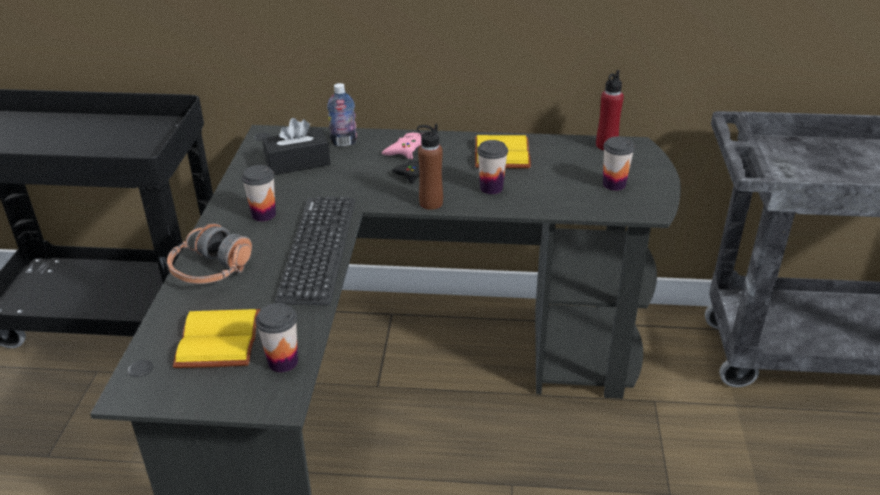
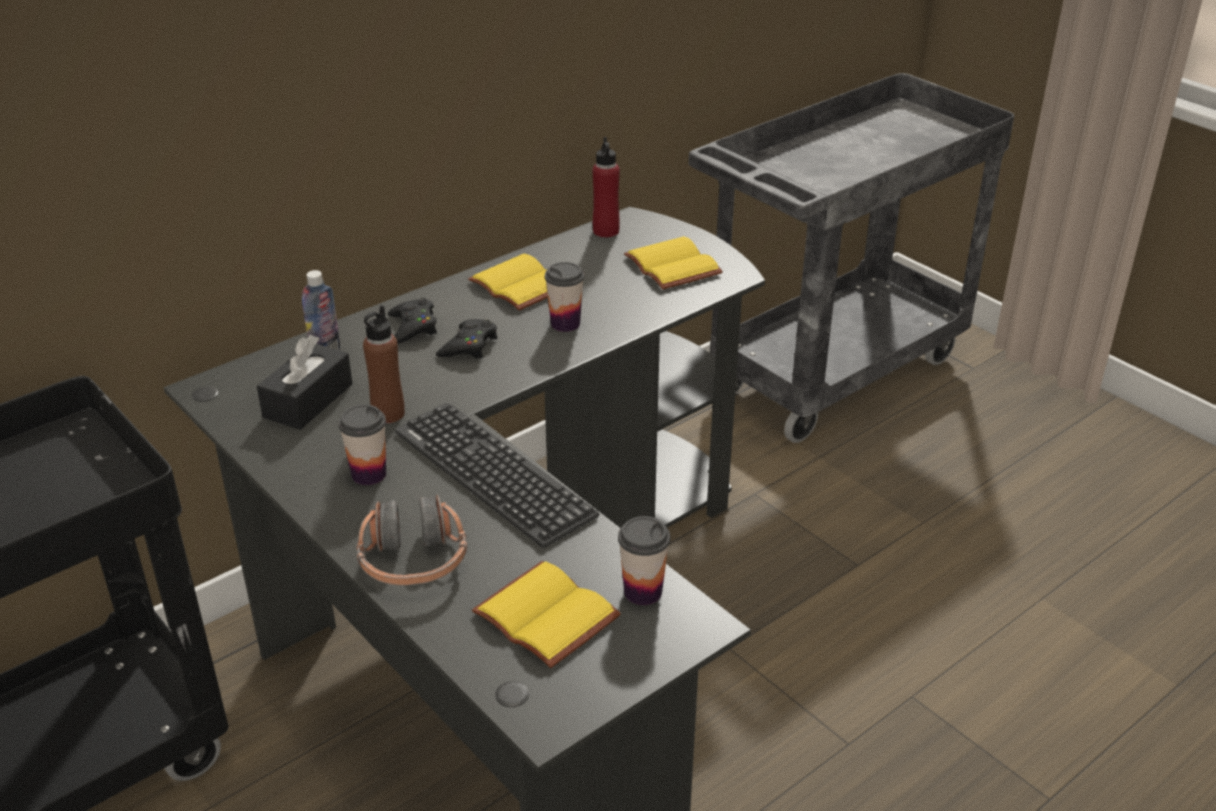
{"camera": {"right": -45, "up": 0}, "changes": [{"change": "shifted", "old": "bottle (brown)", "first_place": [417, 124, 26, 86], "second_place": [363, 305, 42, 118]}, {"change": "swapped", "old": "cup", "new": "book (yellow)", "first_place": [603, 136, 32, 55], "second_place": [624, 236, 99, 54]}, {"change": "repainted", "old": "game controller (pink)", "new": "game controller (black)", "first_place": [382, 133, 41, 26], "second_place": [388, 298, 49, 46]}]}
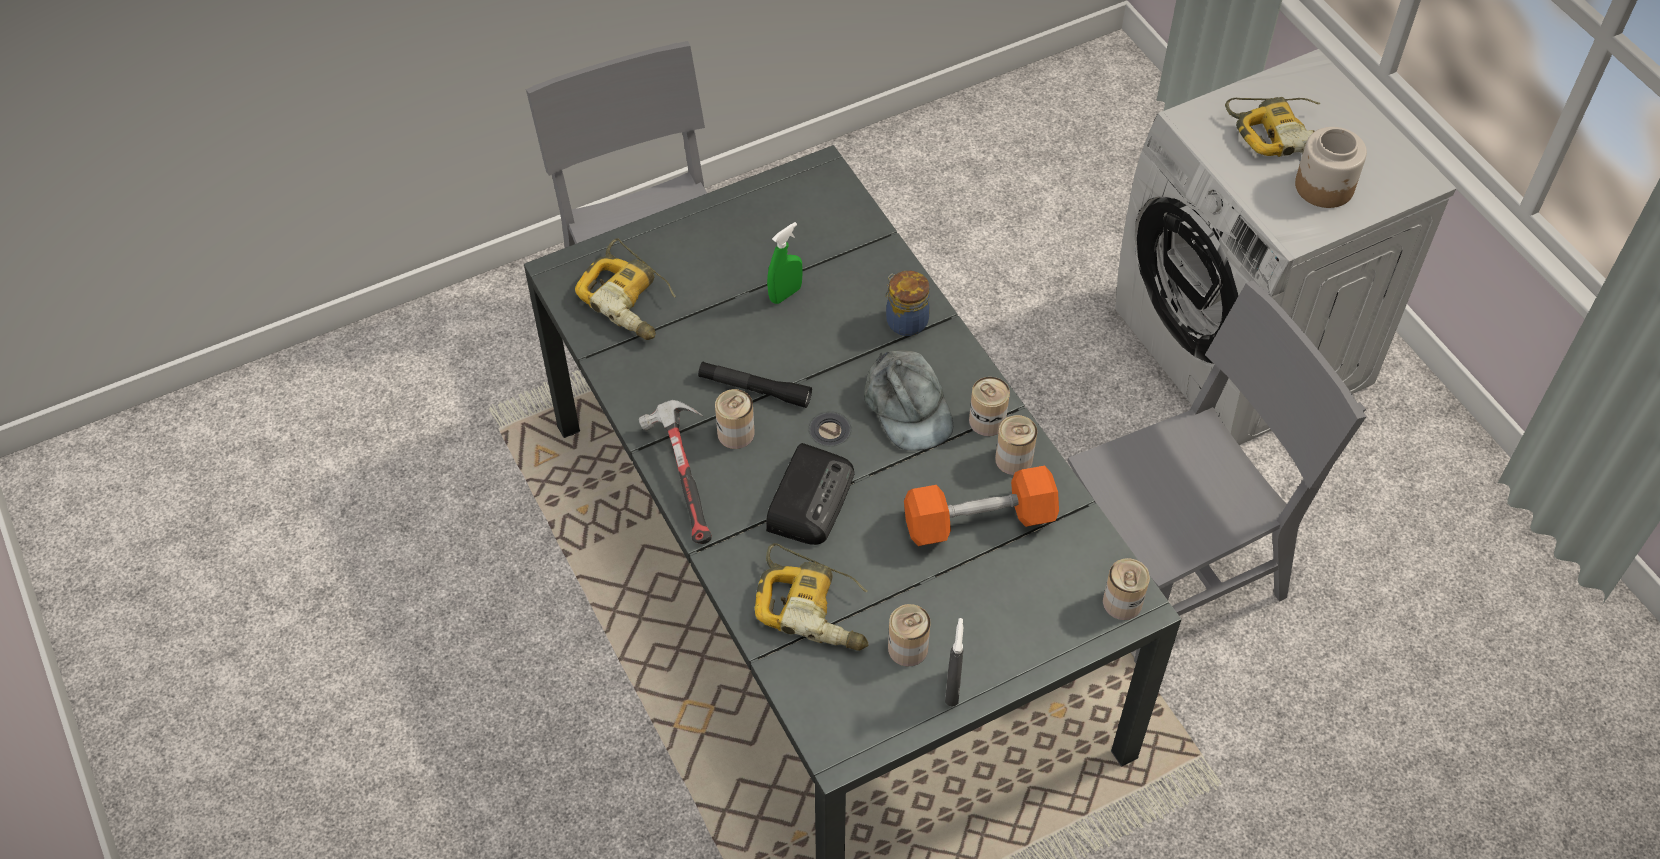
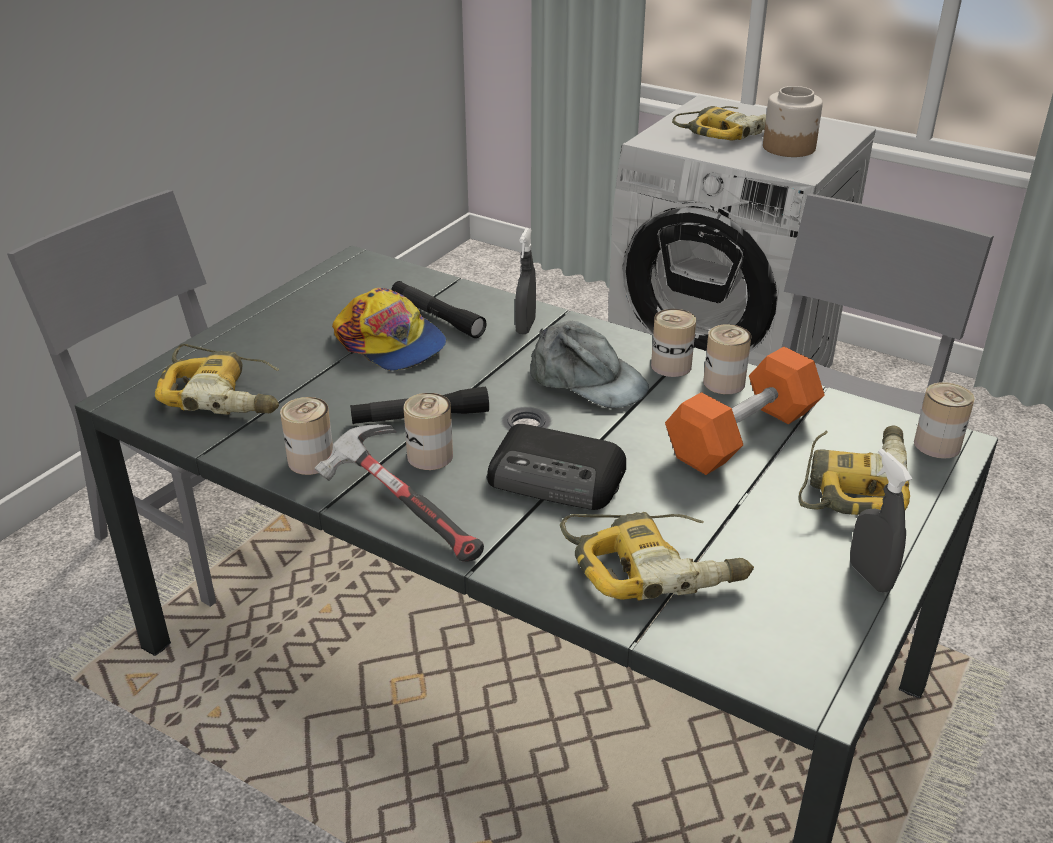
{"camera": {"right": -30, "up": -20}, "changes": [{"change": "new", "new": "flashlight (black)", "second_place": [391, 281, 96, 57]}, {"change": "new", "new": "power drill", "second_place": [798, 425, 112, 90]}, {"change": "shifted", "old": "can", "first_place": [888, 604, 43, 62], "second_place": [280, 397, 53, 78]}, {"change": "swapped", "old": "spray bottle (green)", "new": "cap", "first_place": [767, 222, 36, 82], "second_place": [332, 288, 115, 83]}, {"change": "swapped", "old": "jar", "new": "spray bottle (grey)", "first_place": [886, 271, 44, 65], "second_place": [515, 228, 21, 106]}, {"change": "rotated", "old": "radio", "first_place": [766, 443, 88, 102], "second_place": [487, 424, 139, 86], "degrees": 120}]}
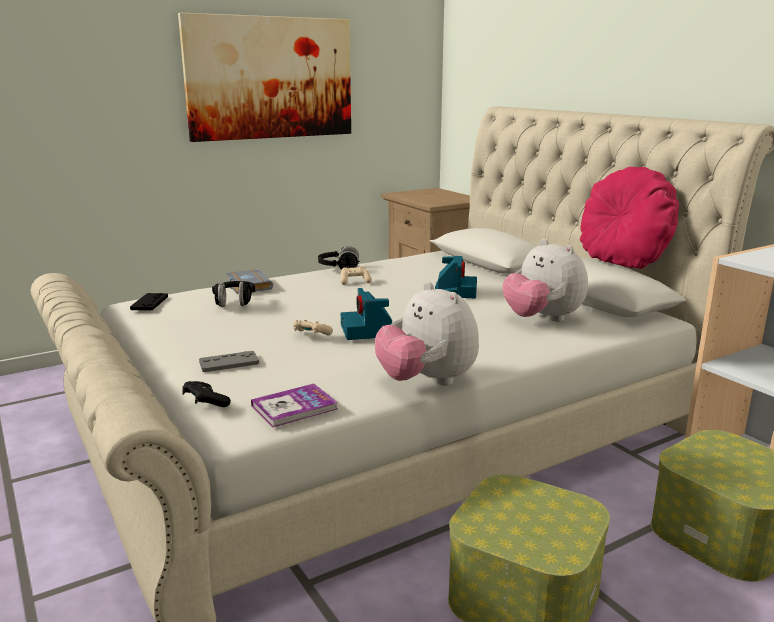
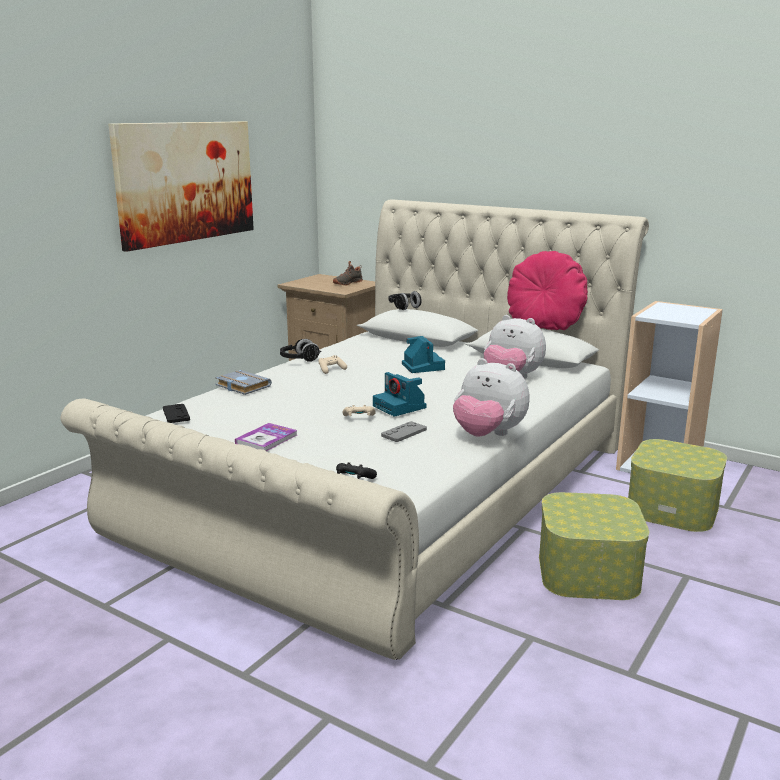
{"camera": {"right": -25, "up": 0}, "changes": [{"change": "new", "new": "shoe (black)", "second_place": [333, 261, 30, 24]}, {"change": "shifted", "old": "game controller (grey)", "first_place": [199, 351, 60, 21], "second_place": [381, 421, 46, 21]}, {"change": "shifted", "old": "headphones (black)", "first_place": [212, 281, 44, 26], "second_place": [389, 291, 33, 19]}, {"change": "shifted", "old": "book", "first_place": [251, 384, 87, 44], "second_place": [235, 423, 62, 28]}]}
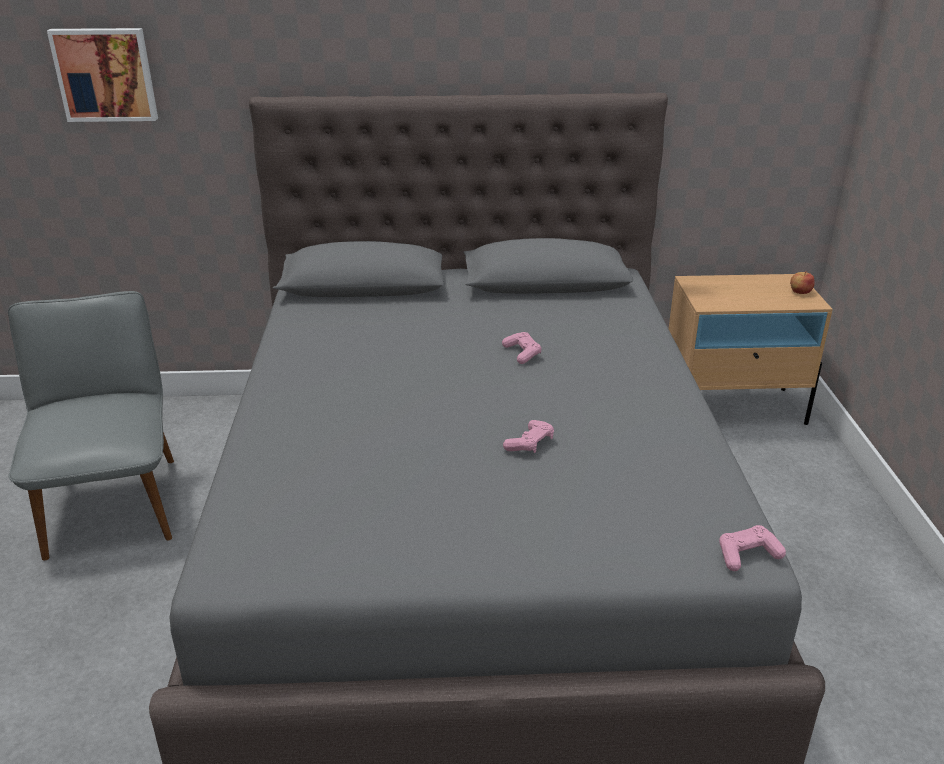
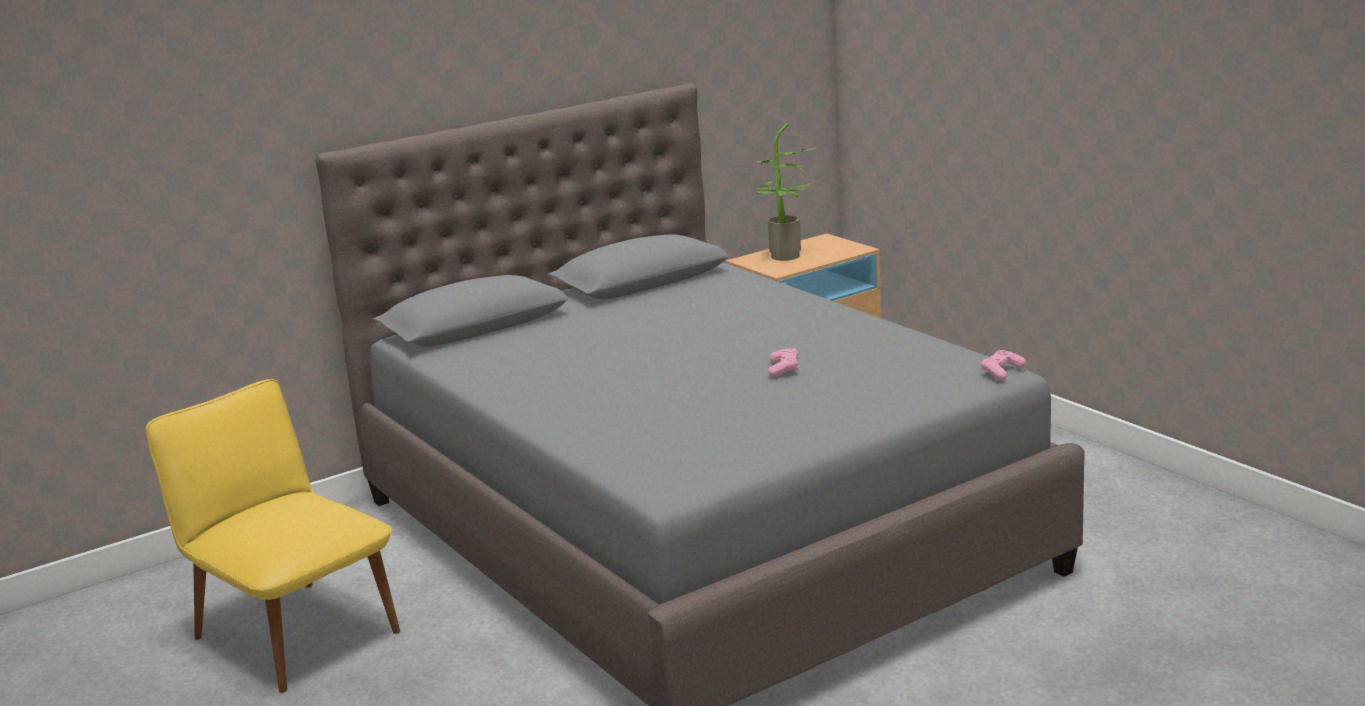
{"camera": {"right": -30, "up": -10}, "changes": [{"change": "gone", "old": "picture", "first_place": [47, 28, 111, 94]}, {"change": "gone", "old": "game controller (pink)", "first_place": [502, 332, 40, 32]}, {"change": "gone", "old": "apple", "first_place": [790, 271, 25, 23]}, {"change": "new", "new": "potted plant", "second_place": [754, 123, 62, 138]}, {"change": "repainted", "old": "chair (grey)", "new": "chair (yellow)", "first_place": [8, 291, 166, 270], "second_place": [146, 379, 254, 314]}]}
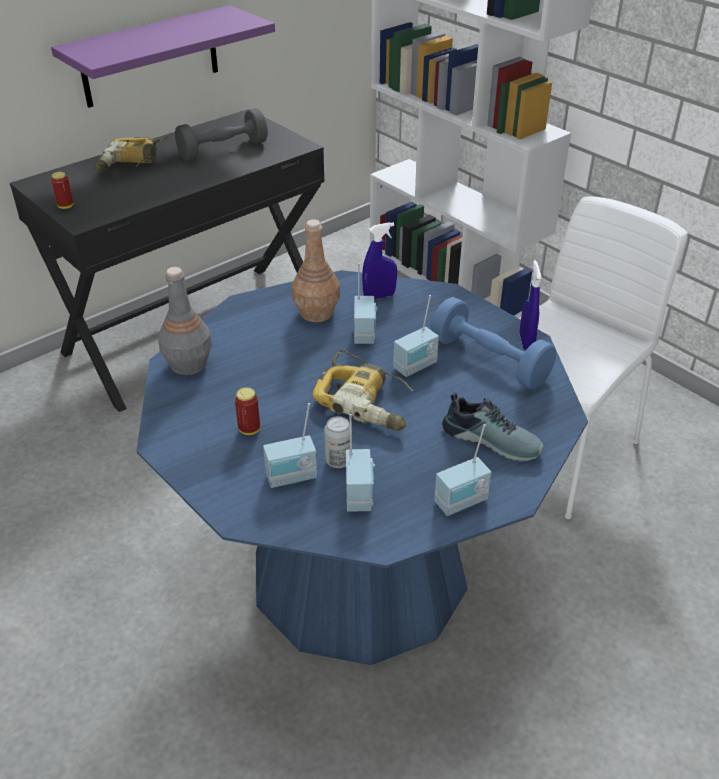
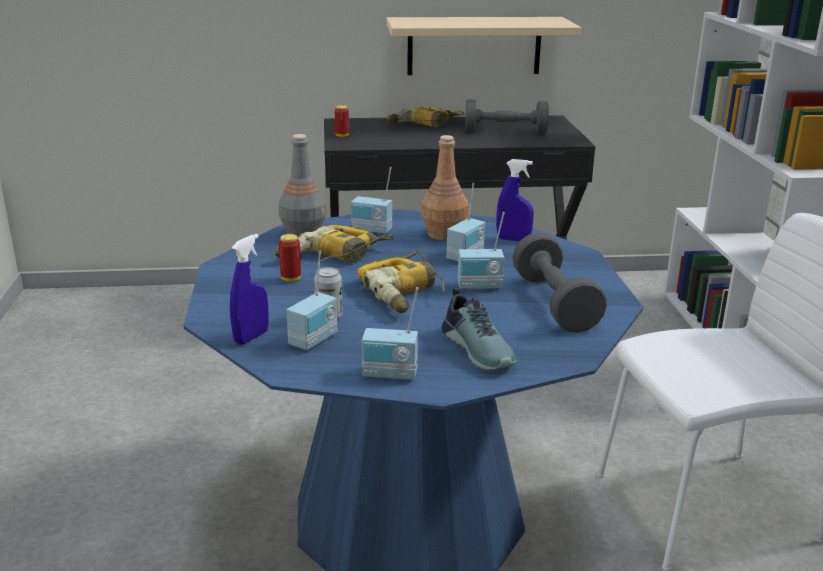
{"camera": {"right": 35, "up": -15}, "changes": [{"change": "new", "new": "power drill", "second_place": [275, 225, 119, 38]}, {"change": "shifted", "old": "radio", "first_place": [263, 403, 54, 85], "second_place": [351, 167, 41, 67]}, {"change": "shifted", "old": "spray bottle (blue)", "first_place": [520, 260, 22, 90], "second_place": [230, 234, 39, 111]}, {"change": "repainted", "old": "shelf (purple)", "new": "shelf (beige)", "first_place": [51, 5, 224, 103], "second_place": [387, 17, 194, 58]}, {"change": "repainted", "old": "dumbbell (blue)", "new": "dumbbell (grey)", "first_place": [430, 297, 126, 92], "second_place": [513, 232, 94, 101]}]}
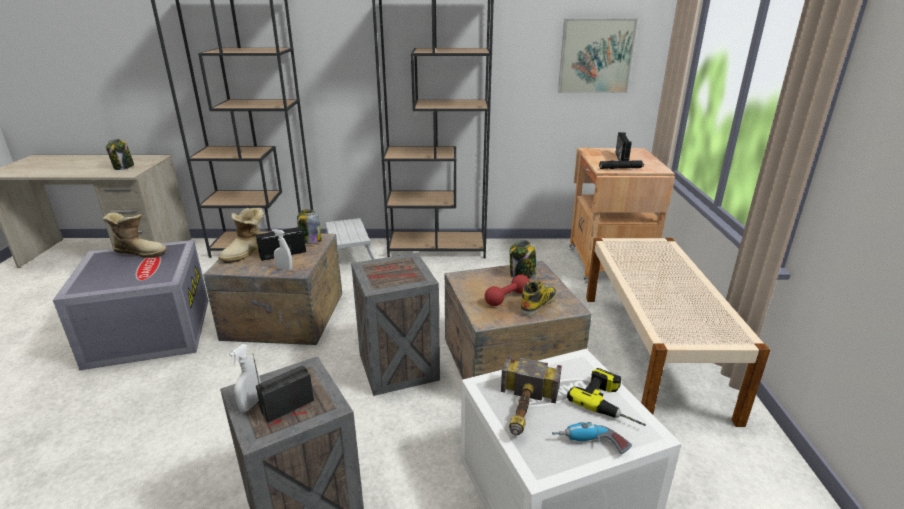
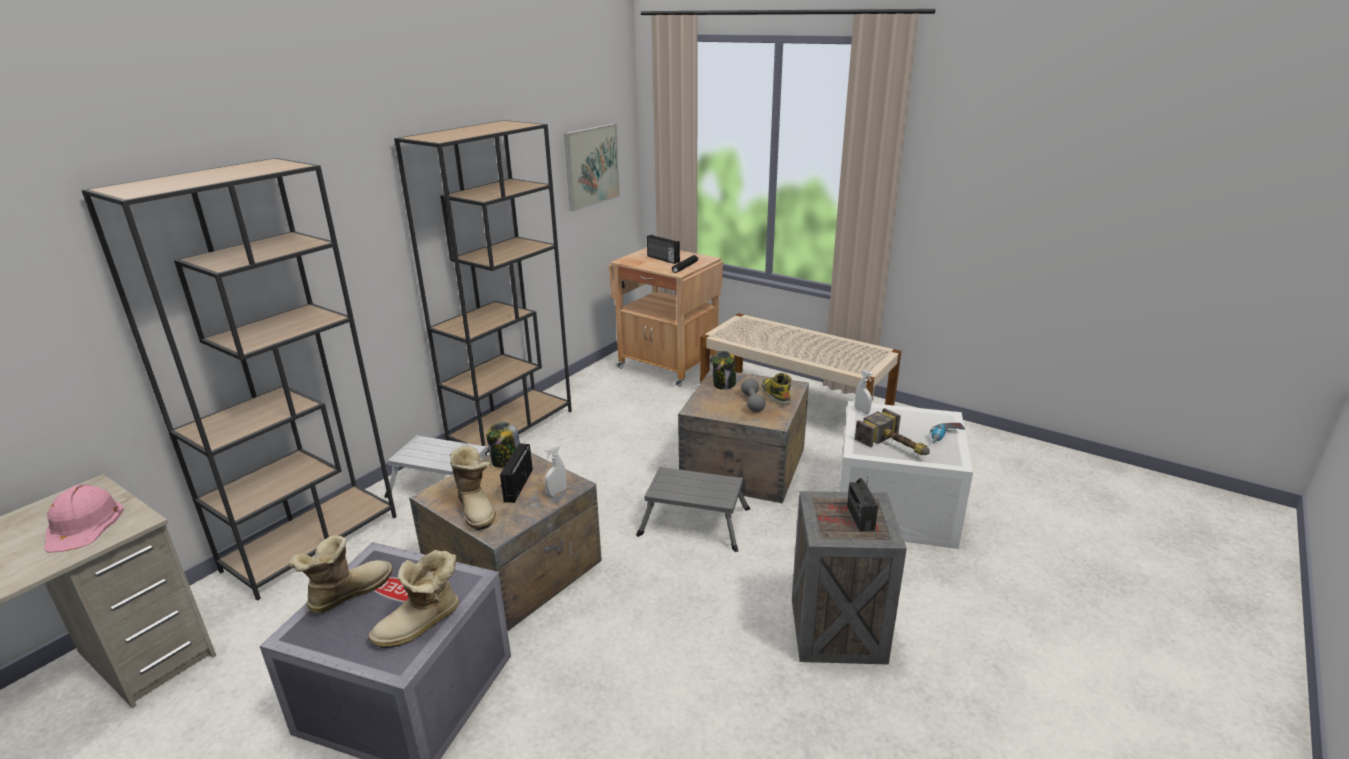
{"camera": {"right": -55, "up": 0}, "changes": [{"change": "gone", "old": "power drill", "first_place": [567, 368, 79, 58]}, {"change": "new", "new": "boot", "second_place": [369, 550, 90, 98]}, {"change": "shifted", "old": "spray bottle (white)", "first_place": [229, 344, 32, 68], "second_place": [855, 370, 18, 44]}, {"change": "swapped", "old": "jar", "new": "hard hat (pink)", "first_place": [106, 139, 28, 31], "second_place": [44, 484, 80, 69]}, {"change": "swapped", "old": "crate", "new": "step ladder (grey)", "first_place": [351, 253, 89, 143], "second_place": [636, 466, 114, 86]}, {"change": "repainted", "old": "dumbbell (red)", "new": "dumbbell (grey)", "first_place": [485, 275, 45, 31], "second_place": [741, 378, 25, 34]}]}
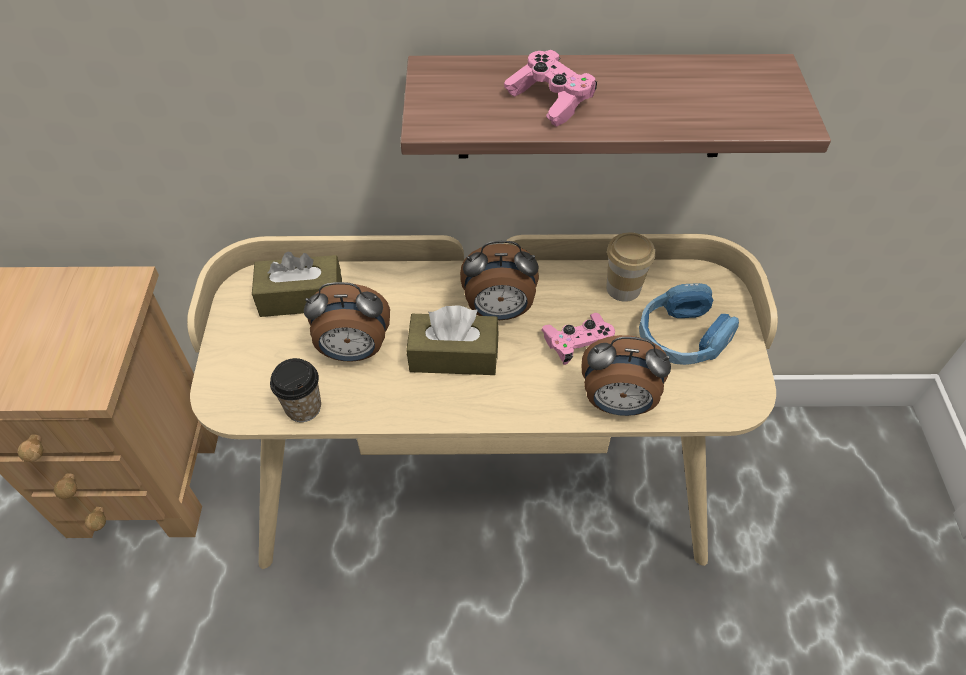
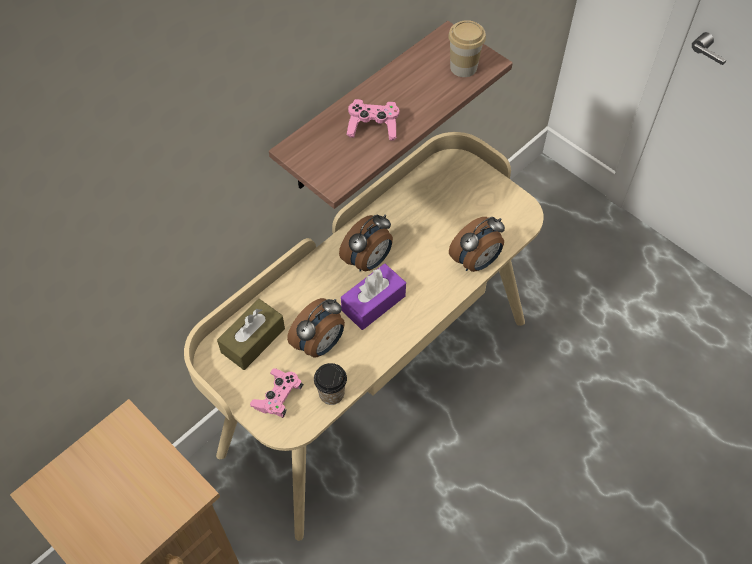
{"camera": {"right": -45, "up": 5}, "changes": [{"change": "gone", "old": "headphones (blue)", "first_place": [639, 283, 100, 82]}, {"change": "shifted", "old": "game controller (pink)", "first_place": [541, 313, 74, 52], "second_place": [250, 368, 53, 50]}, {"change": "shifted", "old": "cup", "first_place": [606, 232, 49, 70], "second_place": [448, 20, 38, 57]}, {"change": "repainted", "old": "tissue box (brown)", "new": "tissue box (purple)", "first_place": [406, 305, 93, 70], "second_place": [341, 264, 65, 66]}]}
